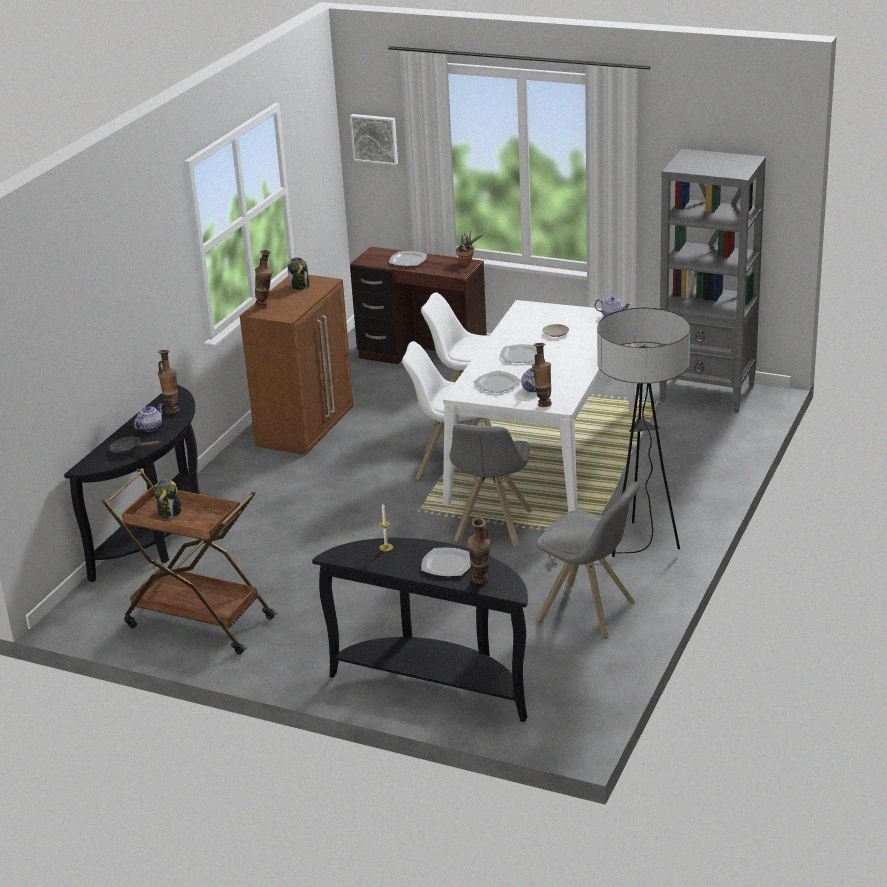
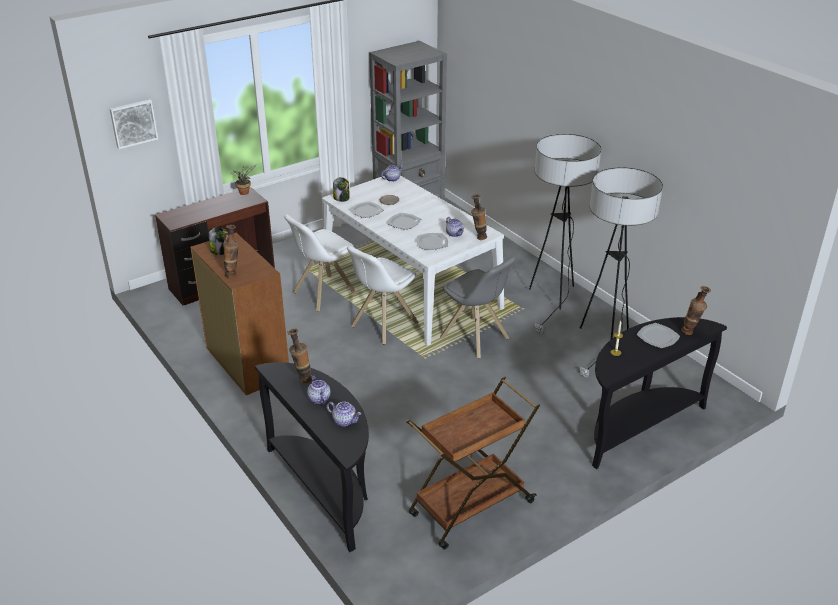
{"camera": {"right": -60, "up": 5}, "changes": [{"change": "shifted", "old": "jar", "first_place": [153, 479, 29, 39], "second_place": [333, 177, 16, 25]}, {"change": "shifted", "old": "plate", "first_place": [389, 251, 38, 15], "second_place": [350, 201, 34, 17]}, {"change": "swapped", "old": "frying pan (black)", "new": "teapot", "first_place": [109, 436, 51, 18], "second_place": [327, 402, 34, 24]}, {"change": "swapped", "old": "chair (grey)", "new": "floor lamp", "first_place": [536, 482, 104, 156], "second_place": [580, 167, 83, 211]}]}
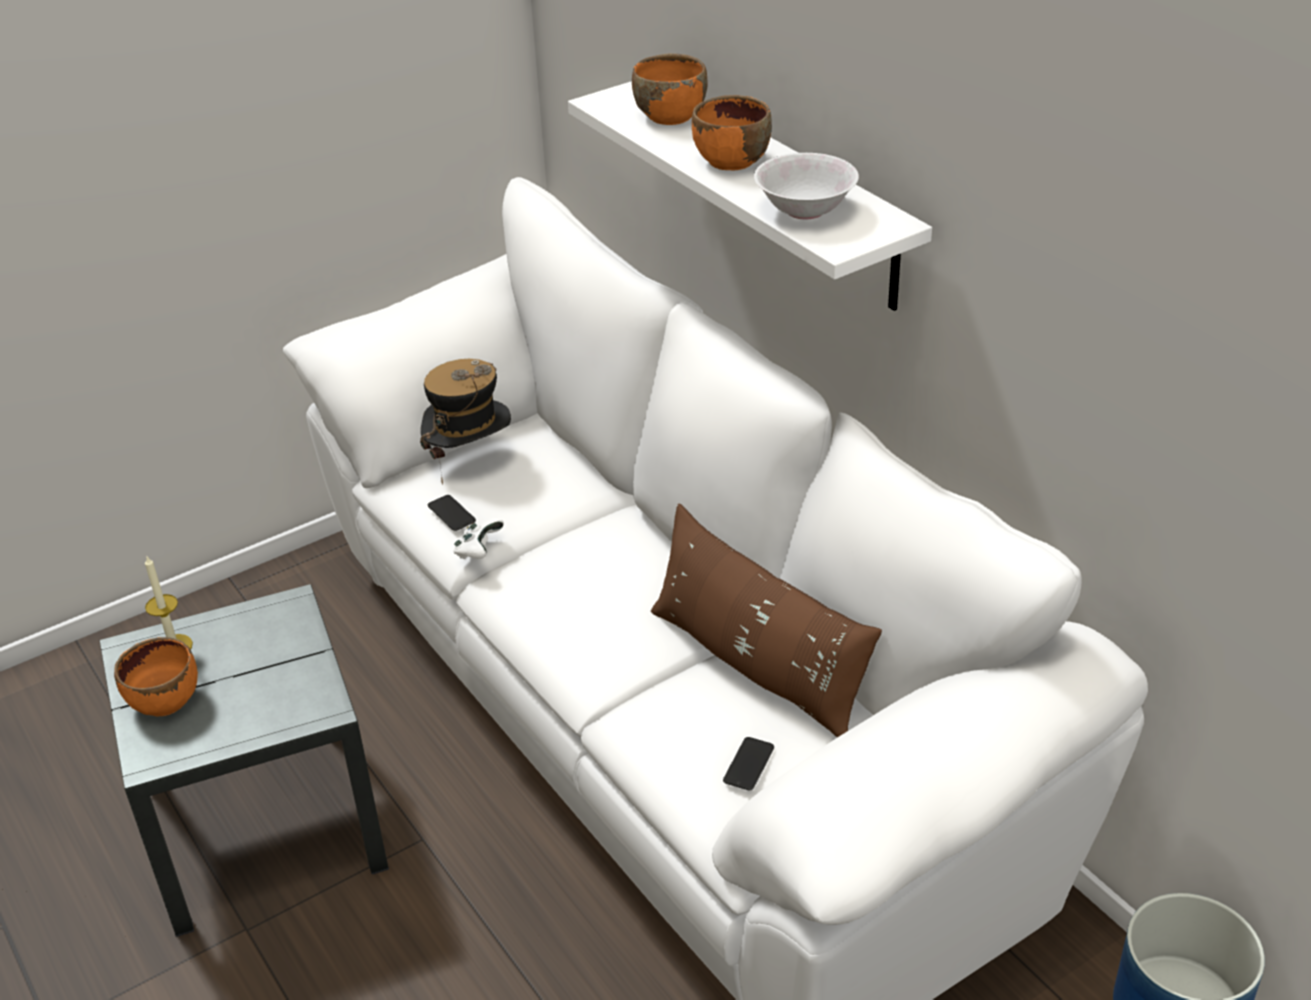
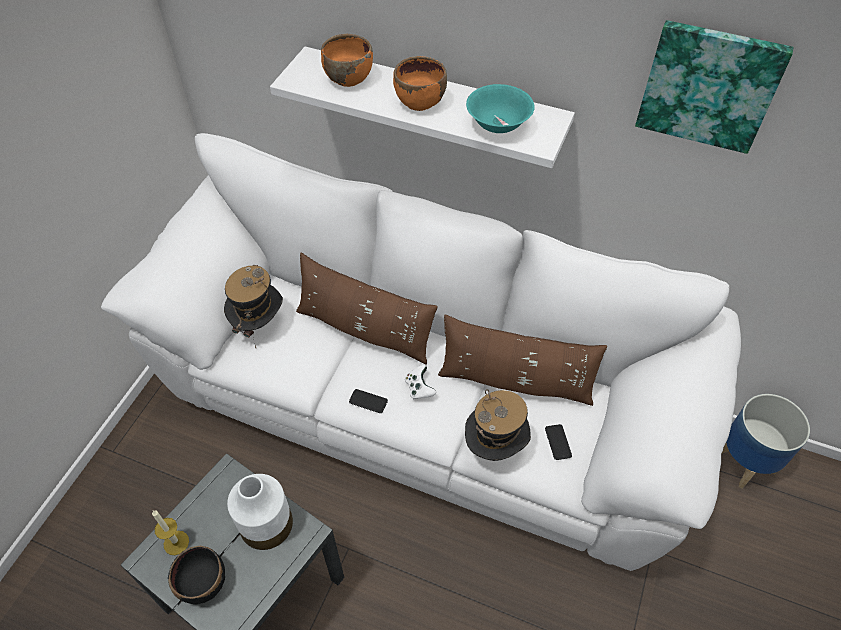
{"camera": {"right": -35, "up": 15}, "changes": [{"change": "new", "new": "vase (white)", "second_place": [227, 474, 66, 76]}, {"change": "new", "new": "pillow (brown)", "second_place": [296, 253, 142, 112]}, {"change": "new", "new": "hat", "second_place": [465, 389, 66, 72]}, {"change": "new", "new": "picture", "second_place": [635, 20, 159, 134]}, {"change": "shifted", "old": "phone", "first_place": [428, 495, 48, 36], "second_place": [349, 389, 39, 24]}, {"change": "shifted", "old": "game controller (white)", "first_place": [454, 518, 50, 41], "second_place": [405, 365, 31, 34]}, {"change": "repainted", "old": "bowl (orange)", "new": "bowl (black)", "first_place": [114, 637, 84, 79], "second_place": [168, 546, 57, 58]}, {"change": "repainted", "old": "bowl (white)", "new": "bowl (turquoise)", "first_place": [754, 153, 105, 66], "second_place": [466, 84, 68, 49]}]}
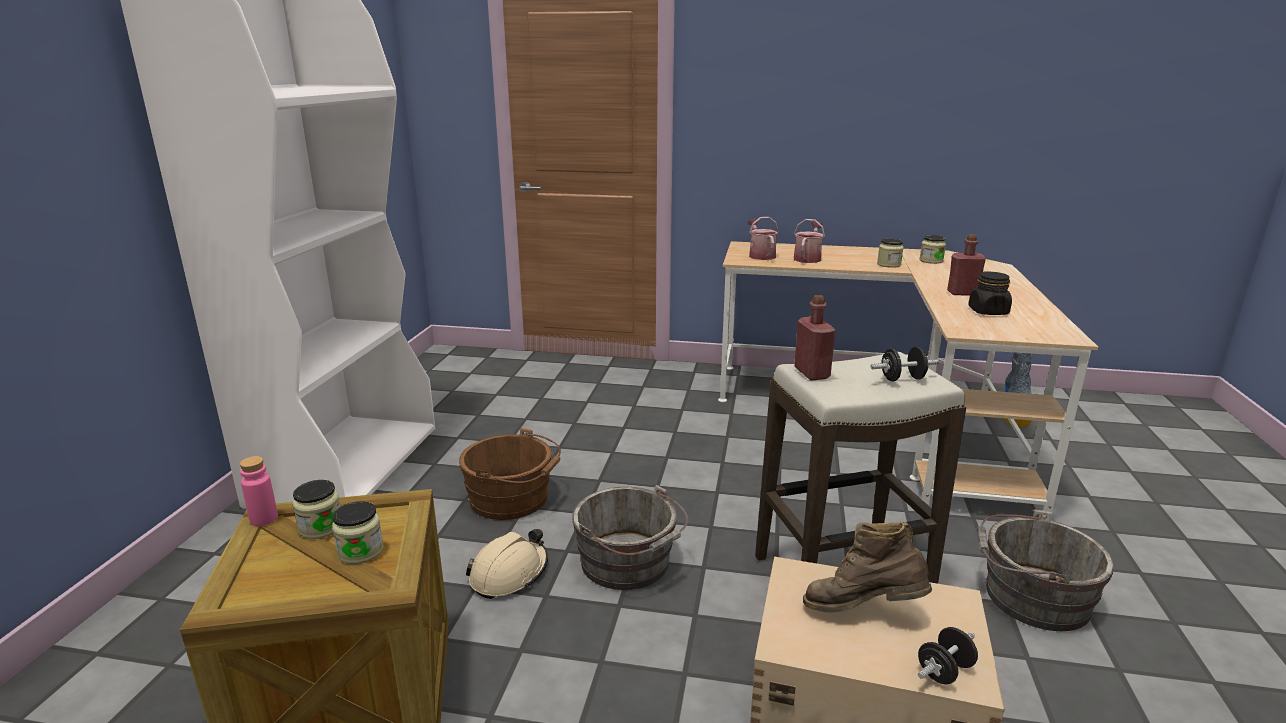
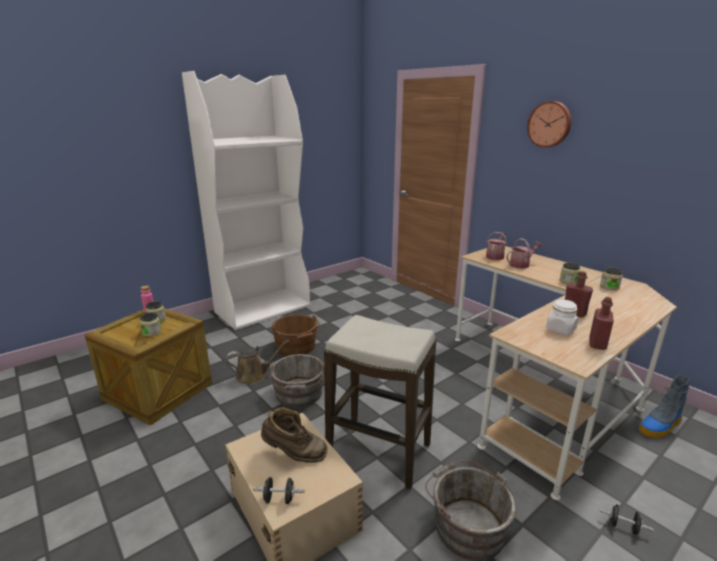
{"camera": {"right": 40, "up": 0}, "changes": [{"change": "new", "new": "wall clock", "second_place": [527, 101, 44, 47]}, {"change": "shifted", "old": "bottle (red)", "first_place": [794, 295, 42, 86], "second_place": [589, 297, 25, 53]}, {"change": "shifted", "old": "dumbbell (black)", "first_place": [870, 347, 69, 35], "second_place": [599, 504, 55, 31]}, {"change": "swapped", "old": "hard hat (beige)", "new": "watering can (brown)", "first_place": [466, 529, 82, 70], "second_place": [226, 340, 63, 45]}, {"change": "repainted", "old": "jar (black)", "new": "jar (white)", "first_place": [968, 272, 44, 43], "second_place": [546, 300, 32, 35]}, {"change": "rotated", "old": "boot (brown)", "first_place": [803, 521, 129, 92], "second_place": [261, 407, 67, 56], "degrees": 135}]}
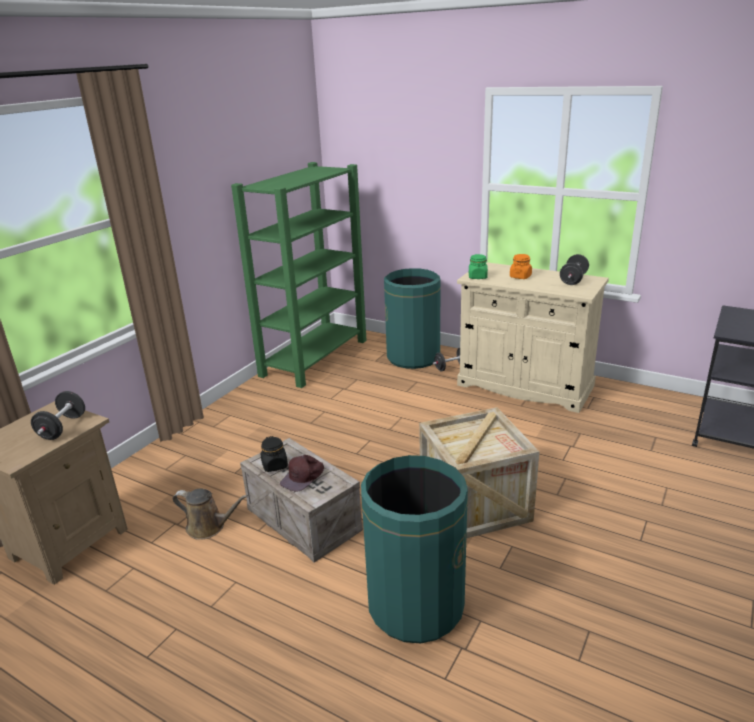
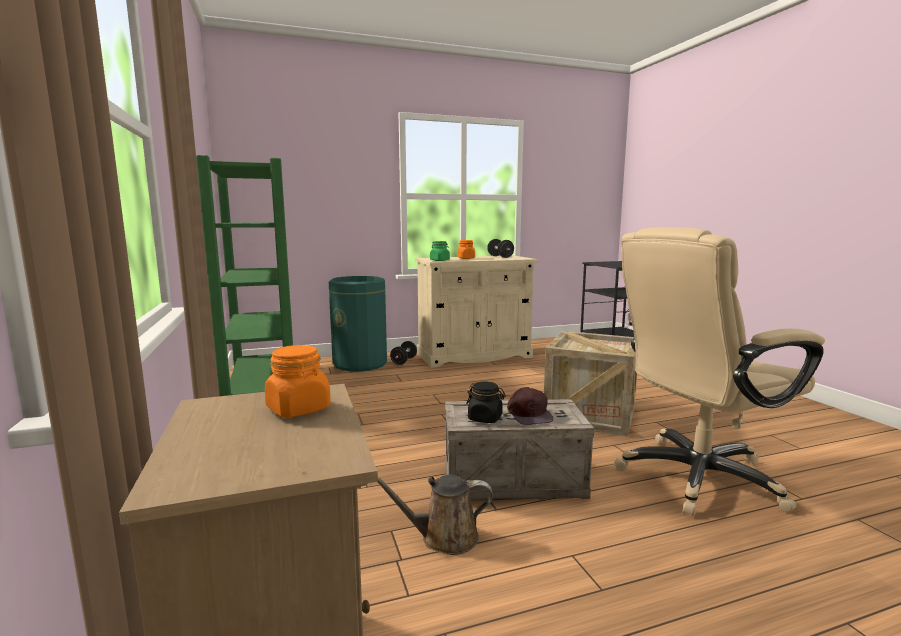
{"camera": {"right": -50, "up": -15}, "changes": [{"change": "swapped", "old": "dumbbell (black)", "new": "jar (orange)", "first_place": [31, 391, 54, 49], "second_place": [265, 345, 66, 73]}, {"change": "swapped", "old": "trash can (green)", "new": "office chair (beige)", "first_place": [361, 455, 107, 188], "second_place": [614, 227, 211, 289]}, {"change": "rotated", "old": "watering can (brown)", "first_place": [173, 489, 75, 51], "second_place": [378, 475, 115, 80], "degrees": -150}]}
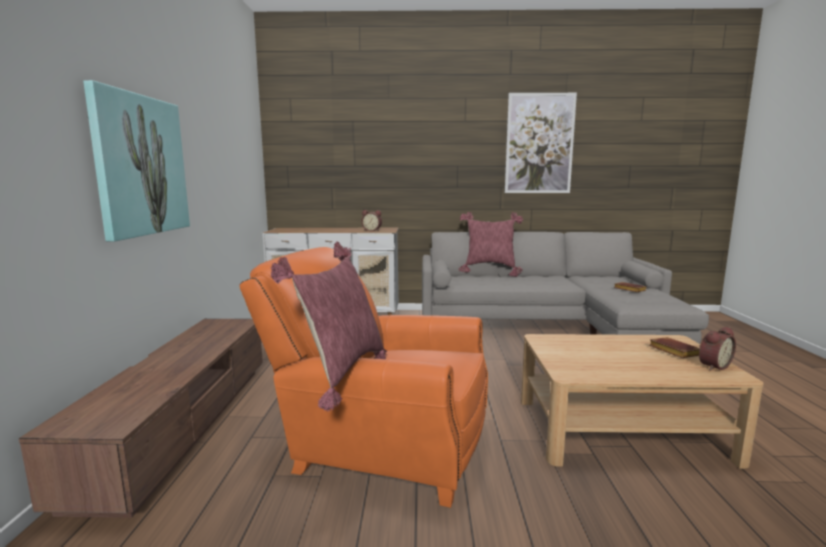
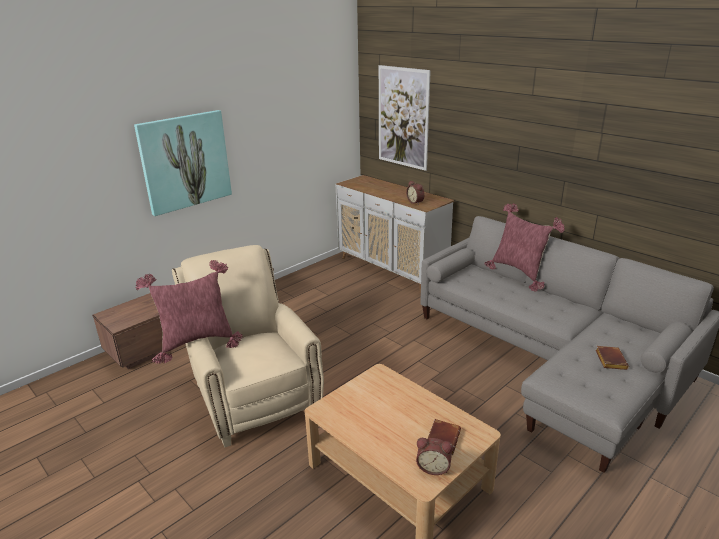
{"camera": {"right": 45, "up": 15}, "changes": [{"change": "shifted", "old": "picture", "first_place": [505, 93, 72, 100], "second_place": [379, 65, 52, 106]}, {"change": "repainted", "old": "armchair (orange)", "new": "armchair (beige)", "first_place": [240, 247, 248, 261], "second_place": [172, 245, 152, 203]}]}
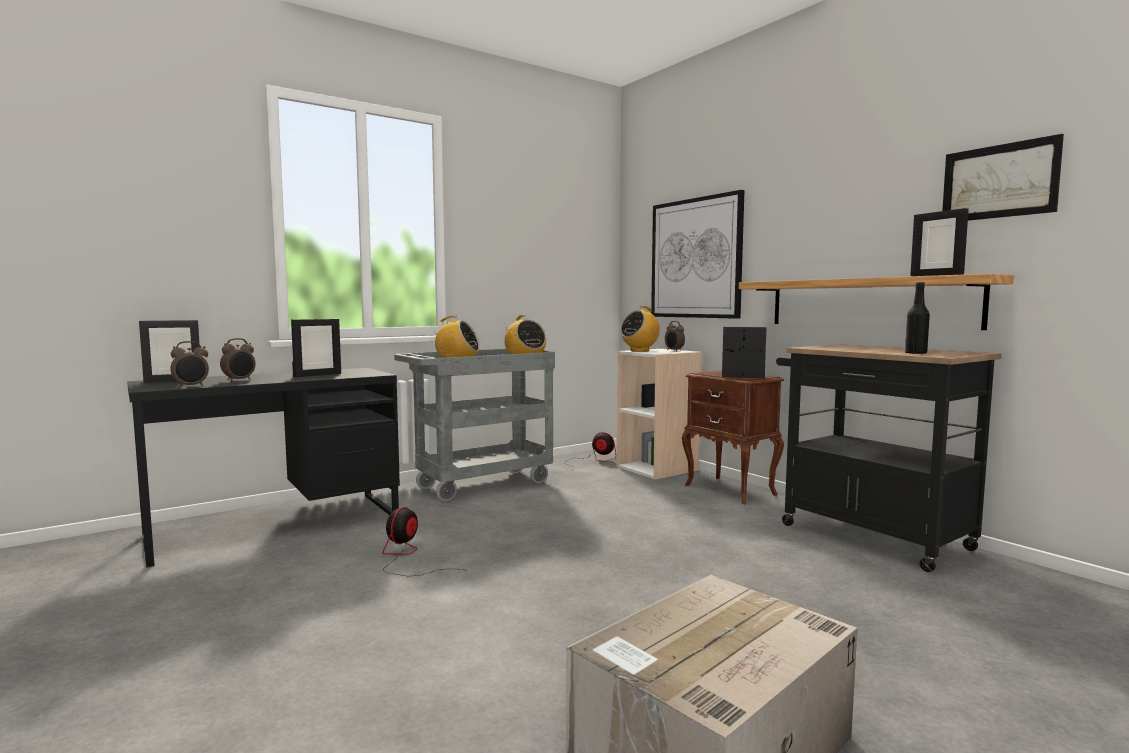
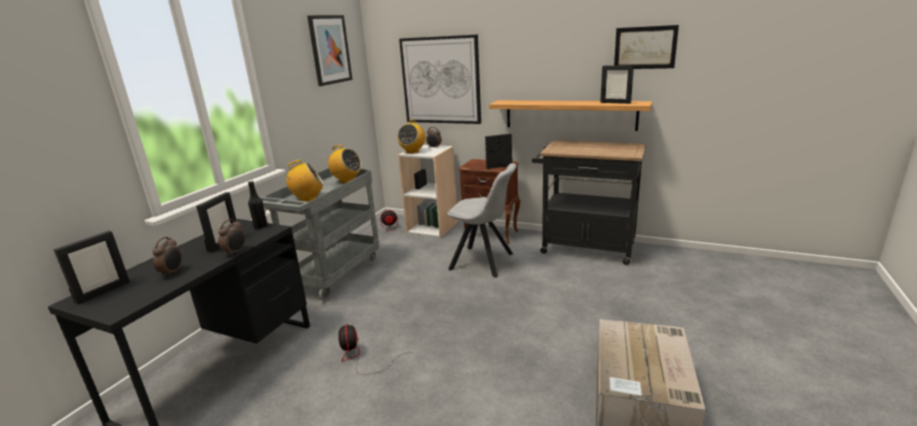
{"camera": {"right": -30, "up": 15}, "changes": [{"change": "new", "new": "picture", "second_place": [307, 15, 45, 71]}, {"change": "new", "new": "chair (grey)", "second_place": [447, 163, 69, 115]}, {"change": "shifted", "old": "alarm clock", "first_place": [171, 341, 38, 47], "second_place": [218, 219, 28, 37]}, {"change": "shifted", "old": "bottle (black)", "first_place": [905, 282, 25, 72], "second_place": [248, 181, 20, 48]}]}
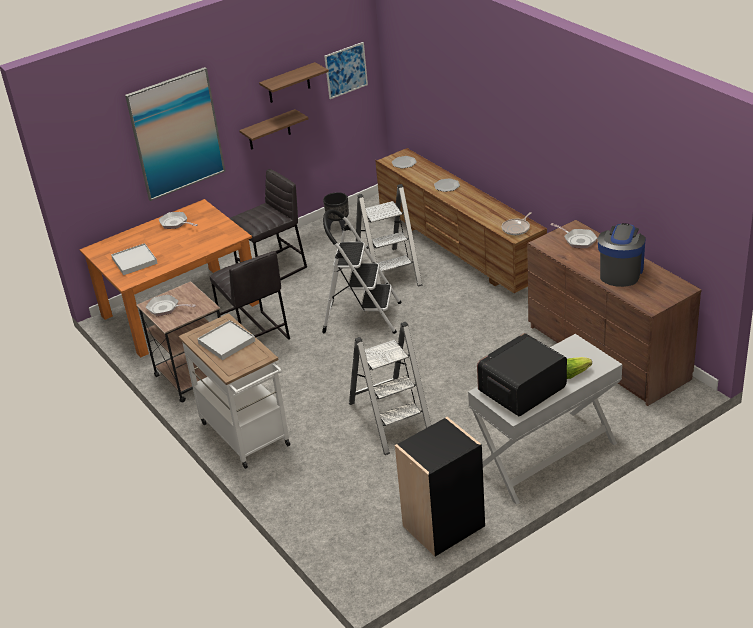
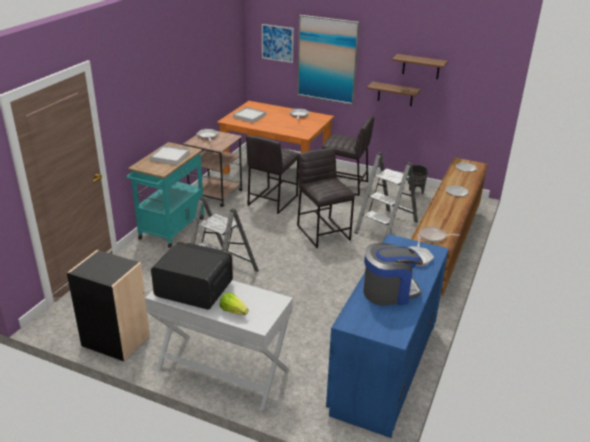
{"camera": {"right": 55, "up": -5}, "changes": [{"change": "shifted", "old": "picture", "first_place": [324, 42, 44, 57], "second_place": [262, 24, 32, 39]}, {"change": "swapped", "old": "step ladder", "new": "stool (grey)", "first_place": [322, 209, 80, 125], "second_place": [297, 148, 58, 100]}, {"change": "repainted", "old": "cart (white)", "new": "cart (turquoise)", "first_place": [179, 313, 111, 156], "second_place": [126, 142, 78, 106]}, {"change": "repainted", "old": "dresser (brown)", "new": "dresser (blue)", "first_place": [527, 220, 175, 186], "second_place": [326, 234, 123, 204]}]}
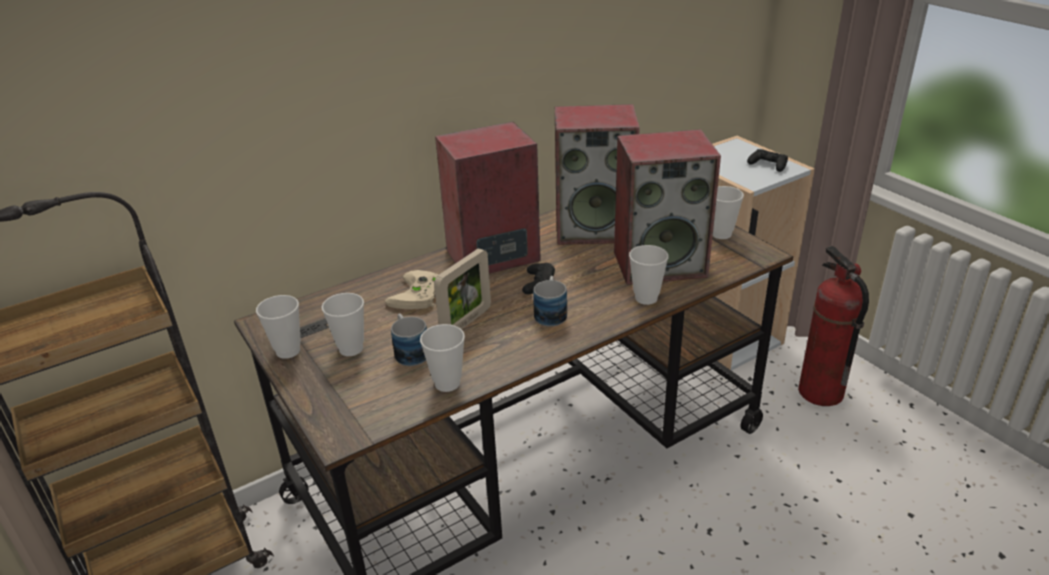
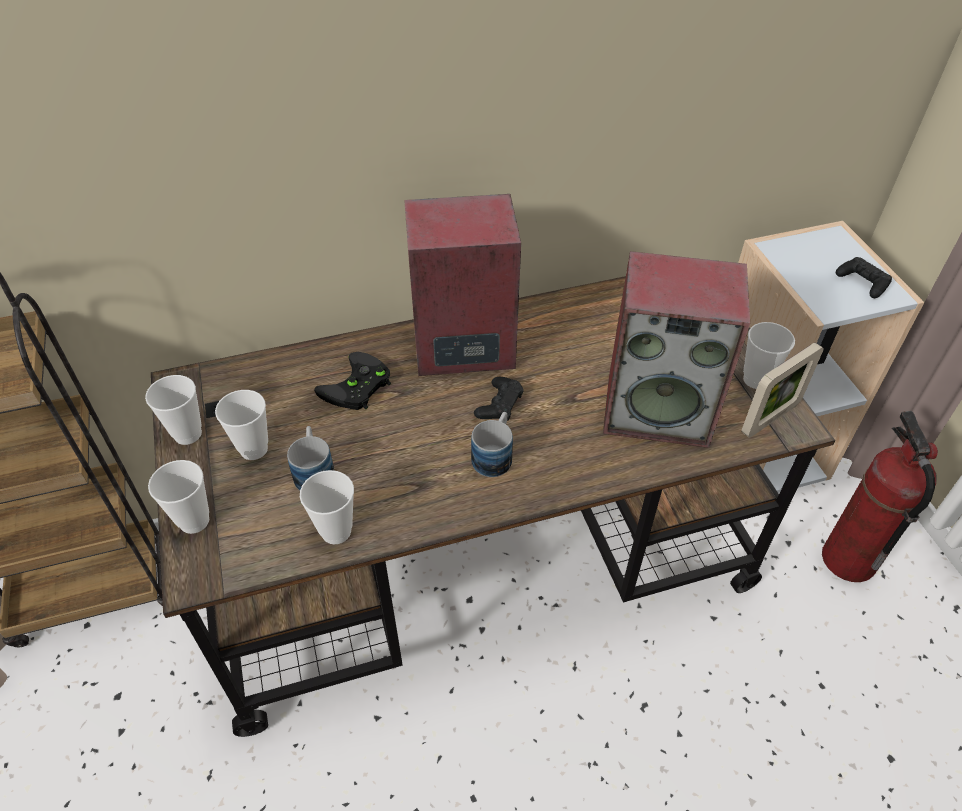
{"camera": {"right": 15, "up": 15}, "changes": [{"change": "gone", "old": "speaker", "first_place": [555, 104, 85, 141]}, {"change": "shifted", "old": "picture frame", "first_place": [434, 248, 57, 82], "second_place": [741, 343, 83, 95]}, {"change": "shifted", "old": "cup", "first_place": [629, 245, 40, 60], "second_place": [148, 460, 61, 74]}, {"change": "repainted", "old": "game controller (beige)", "new": "game controller (black)", "first_place": [385, 270, 54, 39], "second_place": [314, 352, 77, 58]}]}
